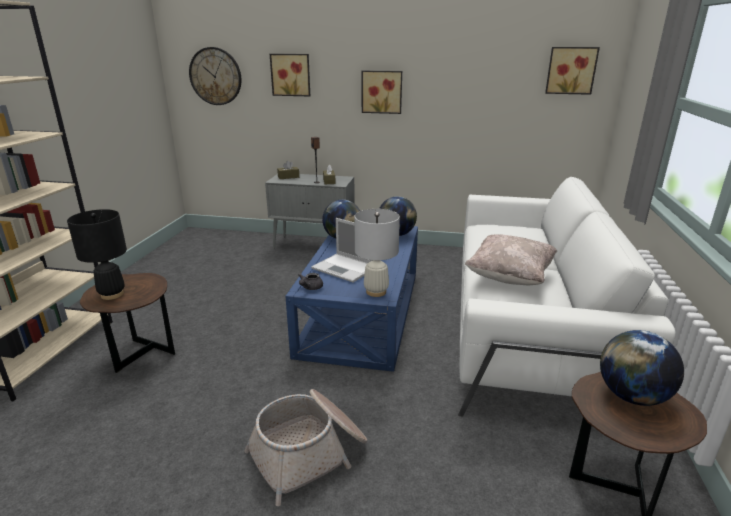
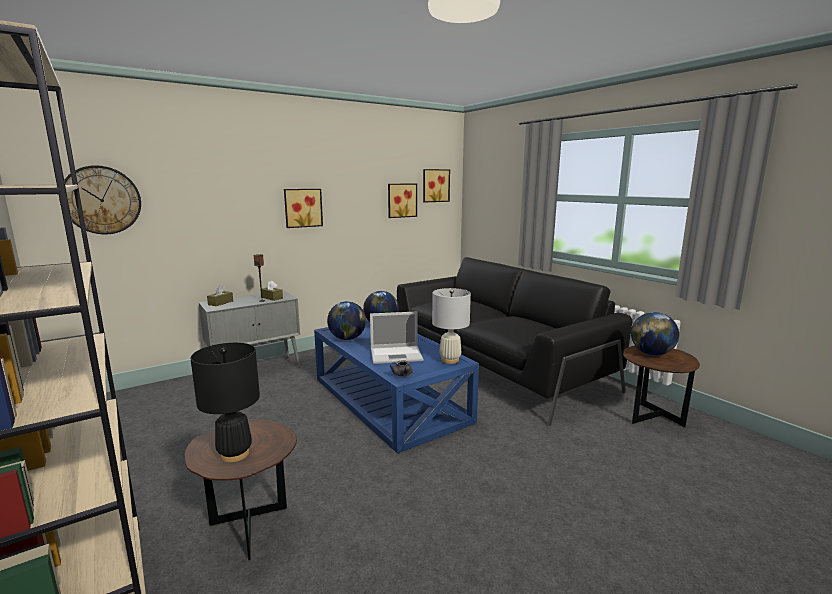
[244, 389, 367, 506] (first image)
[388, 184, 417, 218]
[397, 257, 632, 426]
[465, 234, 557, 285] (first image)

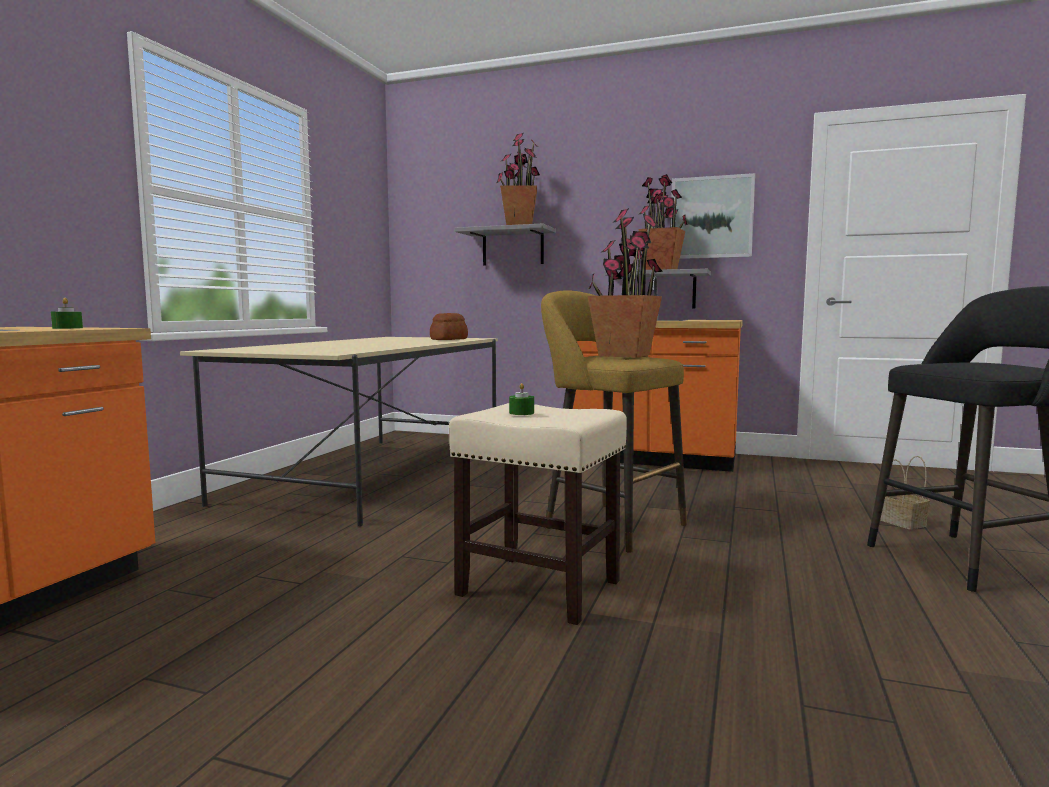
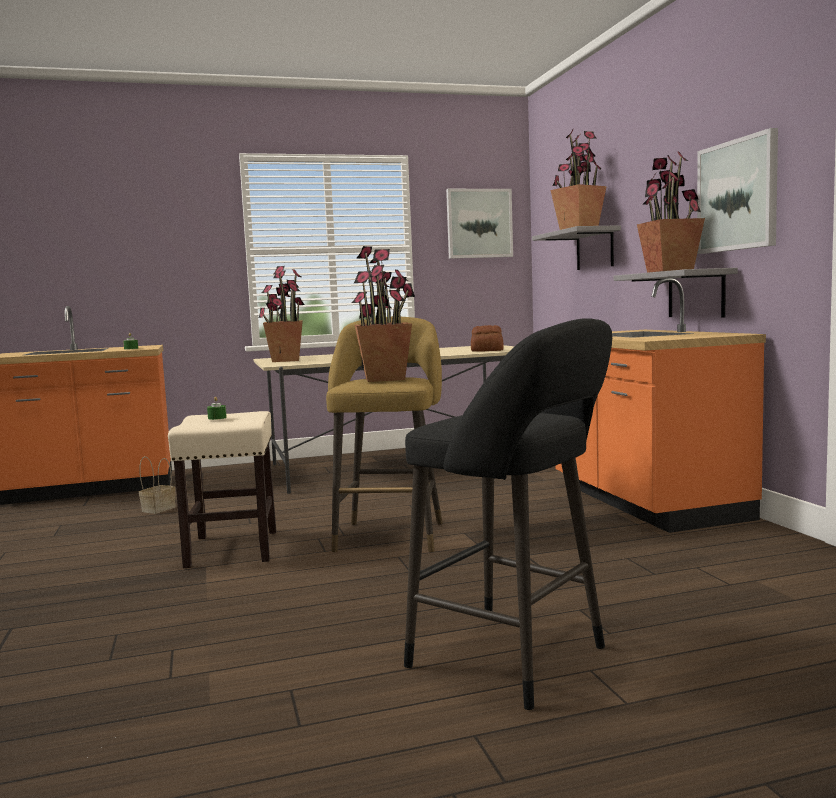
[139, 456, 175, 514]
[259, 266, 305, 362]
[446, 189, 513, 259]

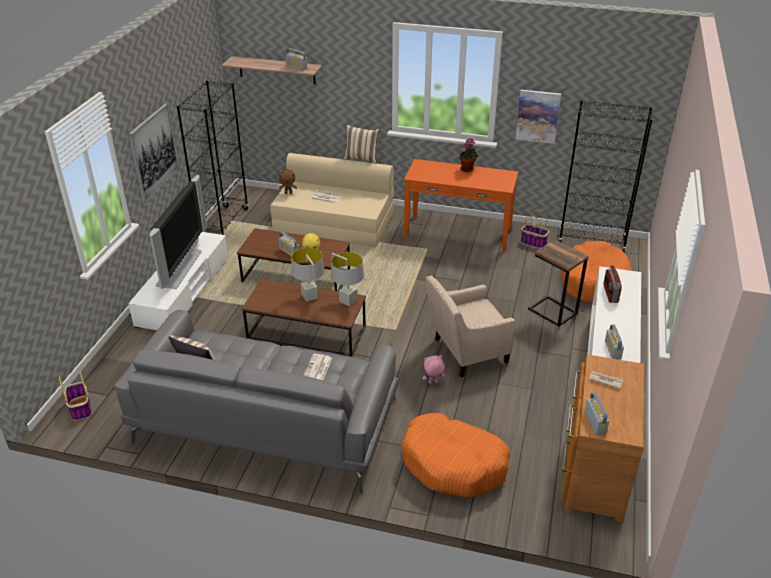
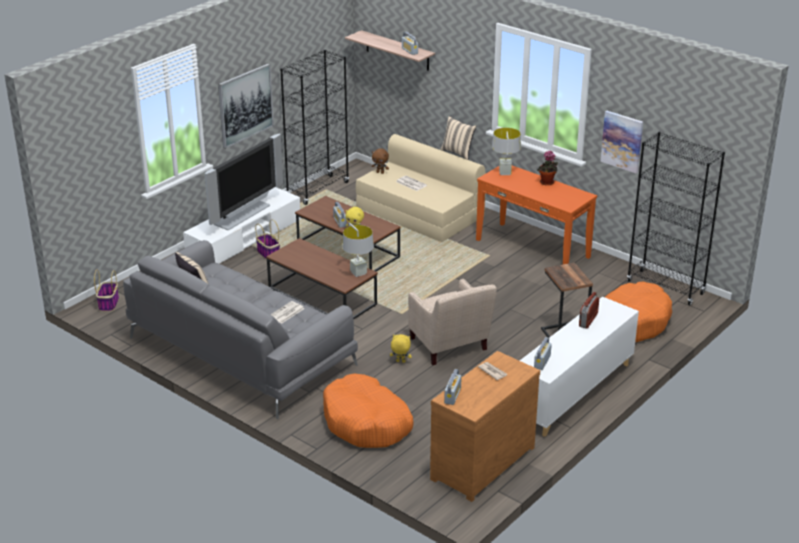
[492, 128, 521, 175]
[390, 334, 412, 363]
[408, 279, 497, 365]
[255, 219, 280, 260]

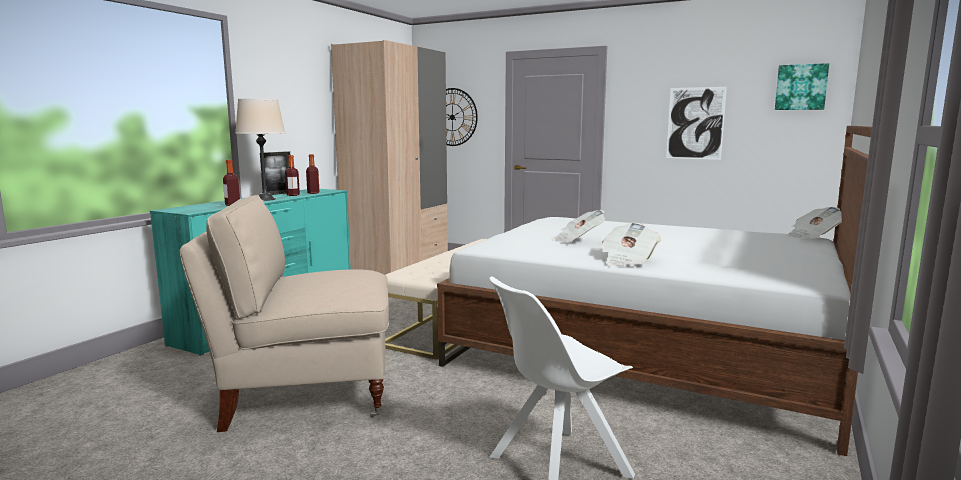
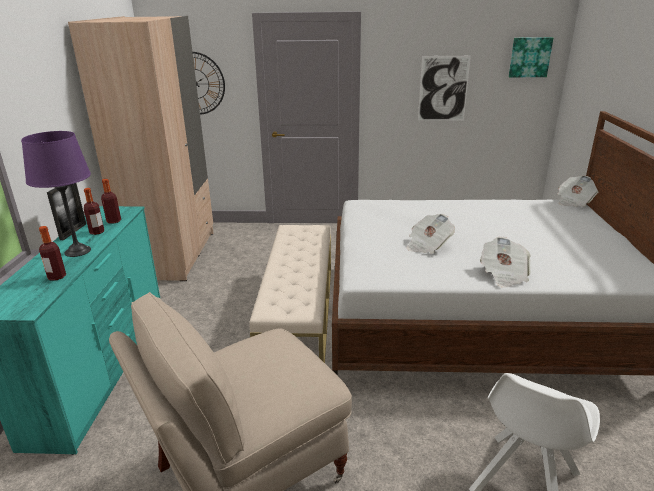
[21, 131, 91, 257]

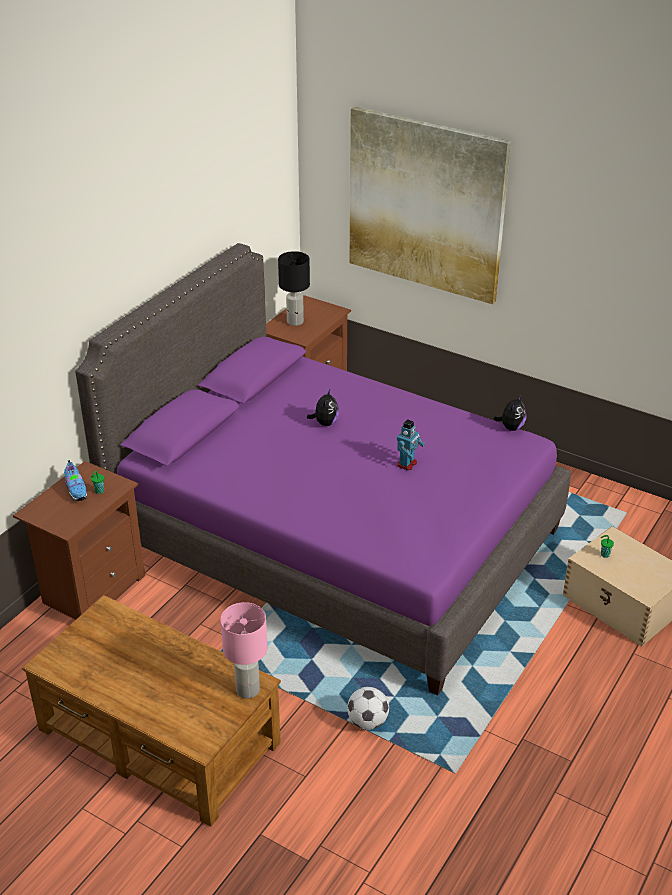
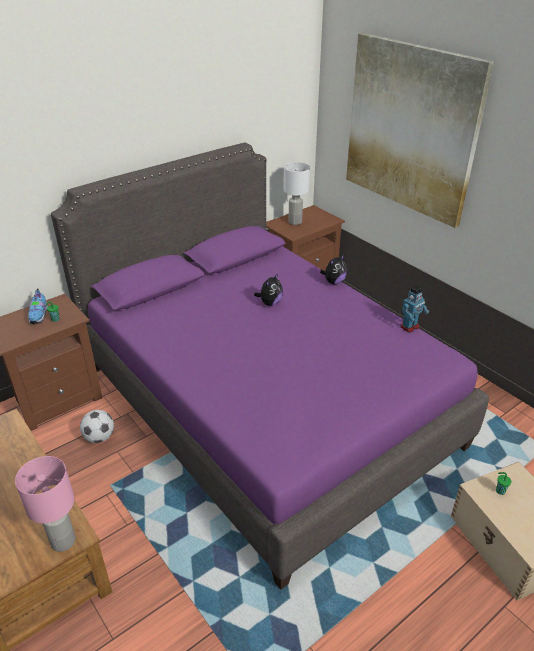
[283, 162, 310, 225]
[80, 410, 114, 443]
[400, 286, 429, 333]
[320, 255, 347, 284]

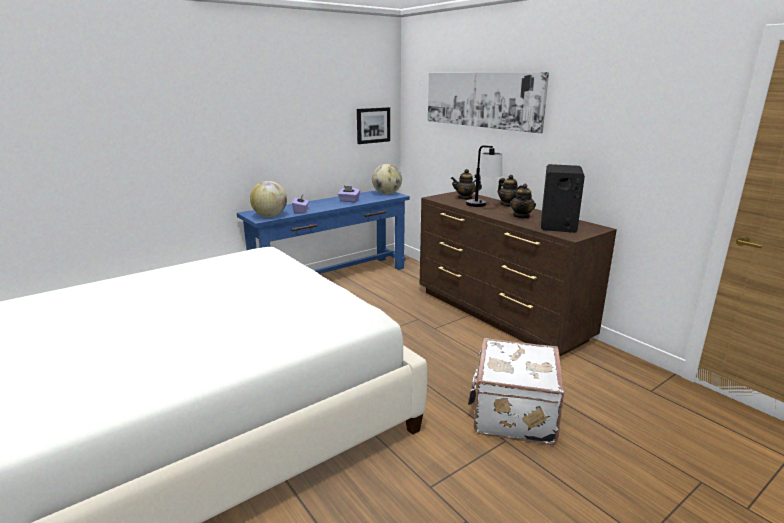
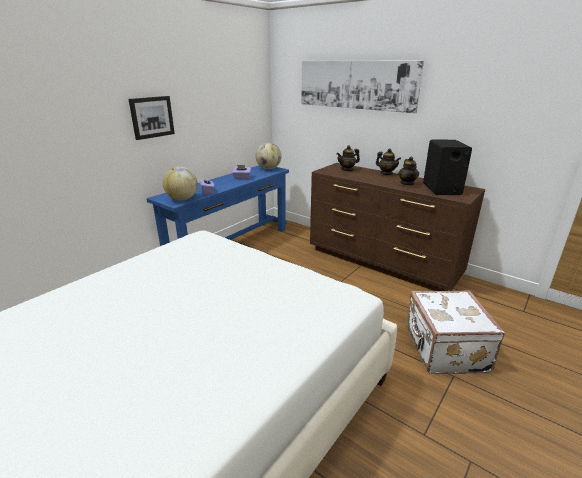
[128, 96, 175, 140]
[466, 145, 502, 207] (first image)

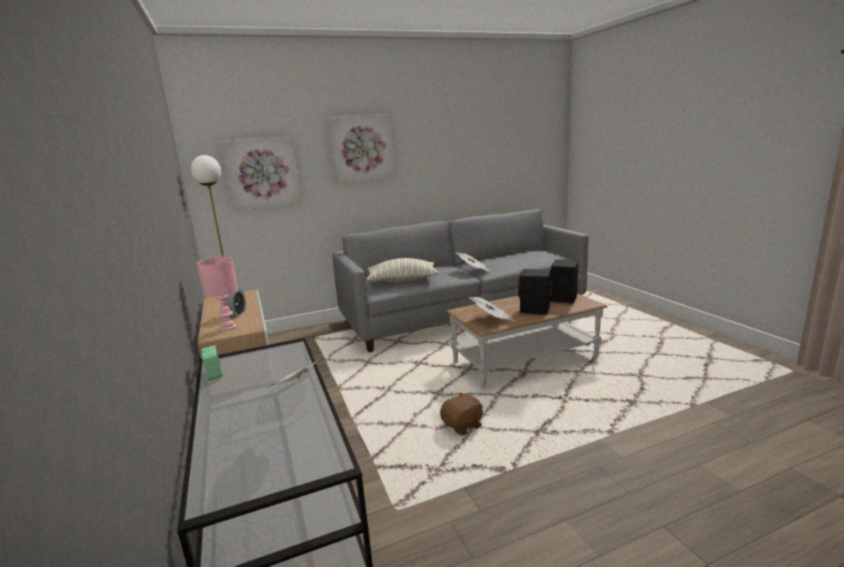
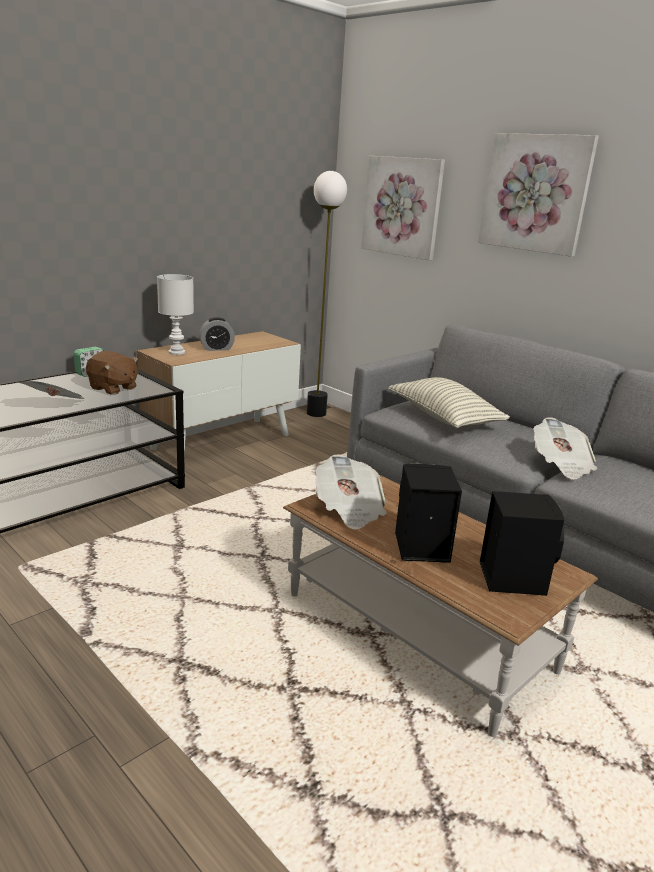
[157, 274, 194, 355]
[86, 351, 138, 395]

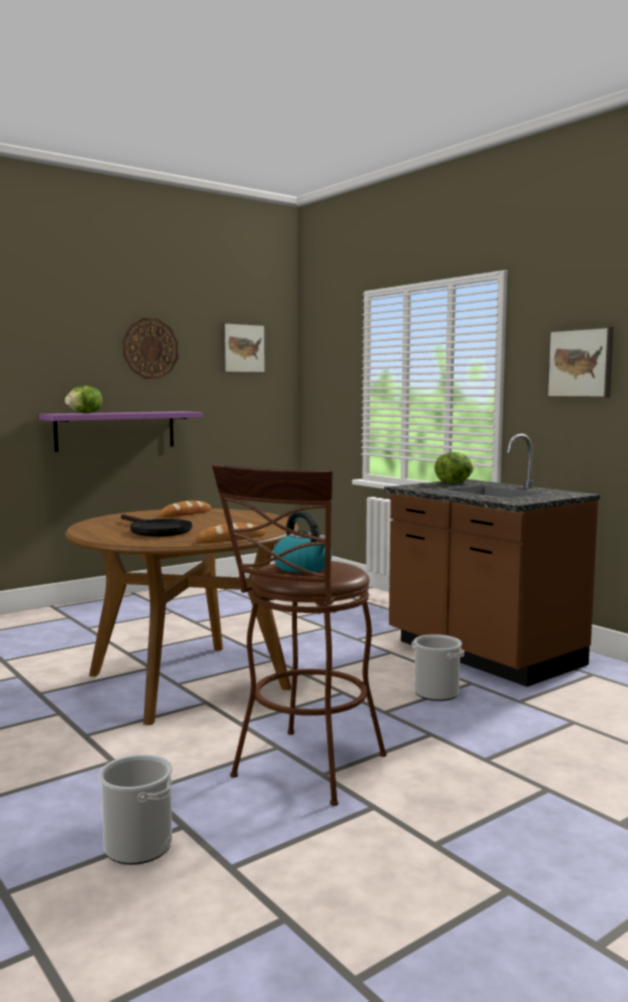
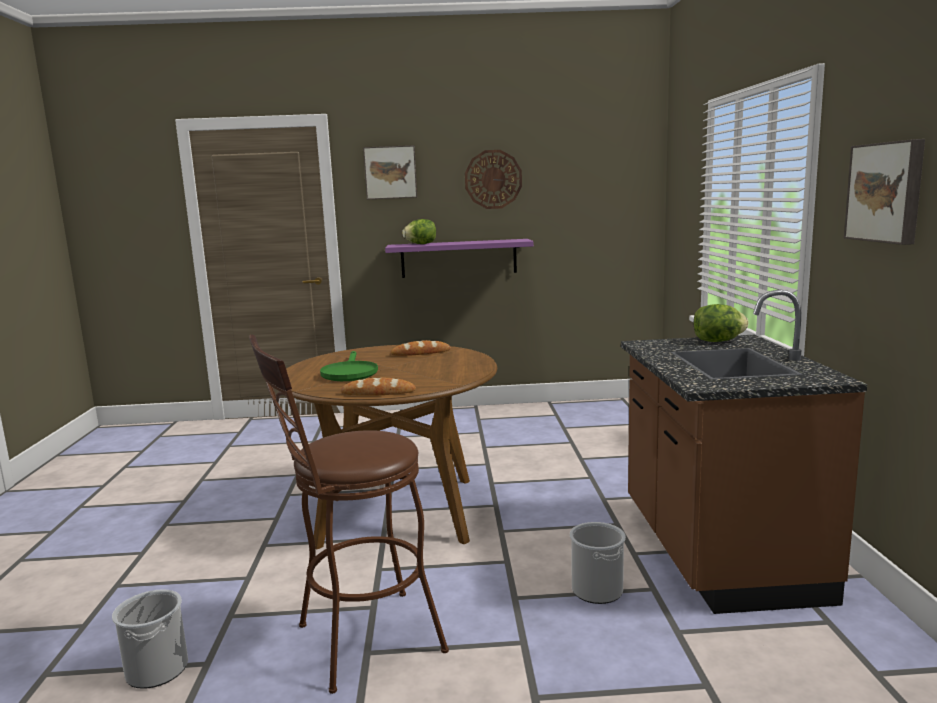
[320, 351, 378, 381]
[363, 145, 417, 200]
[273, 511, 332, 573] (first image)

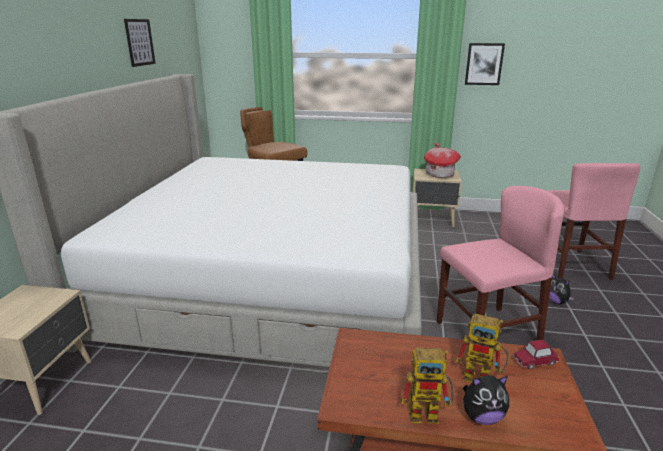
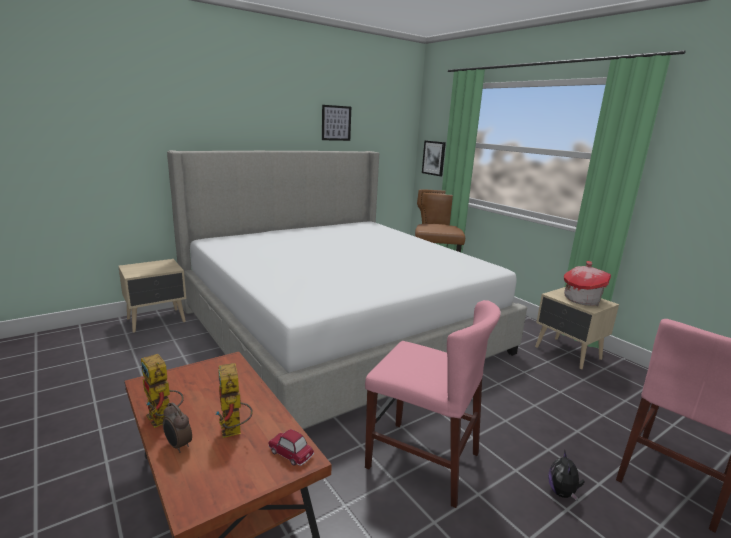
[163, 402, 192, 453]
[422, 141, 446, 176]

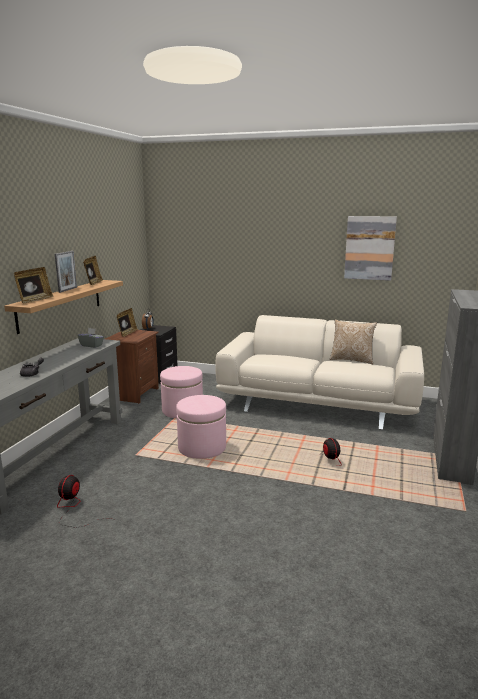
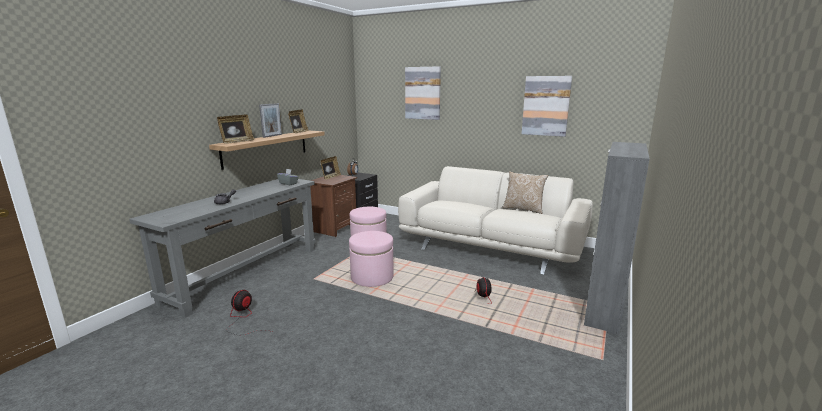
[405, 66, 441, 120]

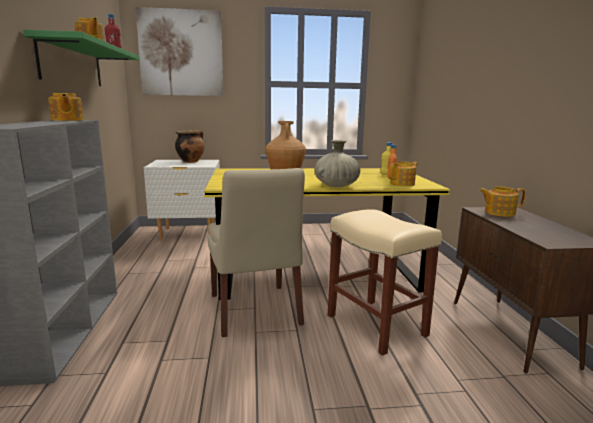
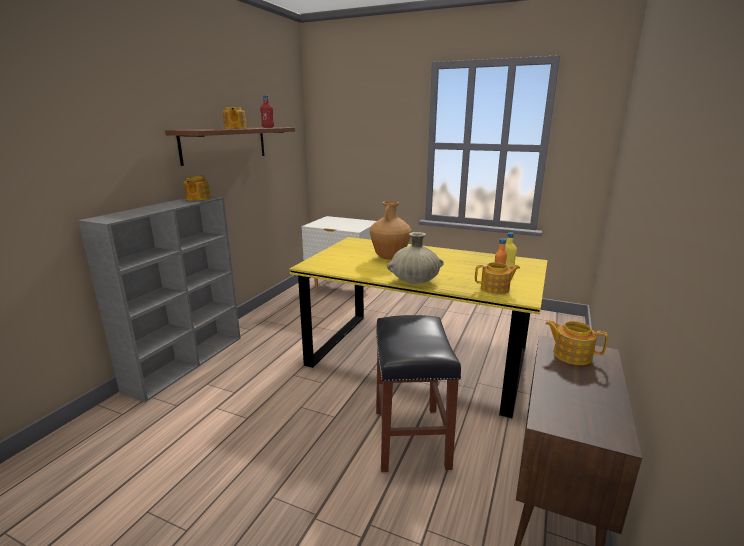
[165, 127, 295, 166]
[136, 7, 224, 96] (first image)
[175, 130, 205, 163] (first image)
[207, 168, 305, 337] (first image)
[376, 315, 461, 472]

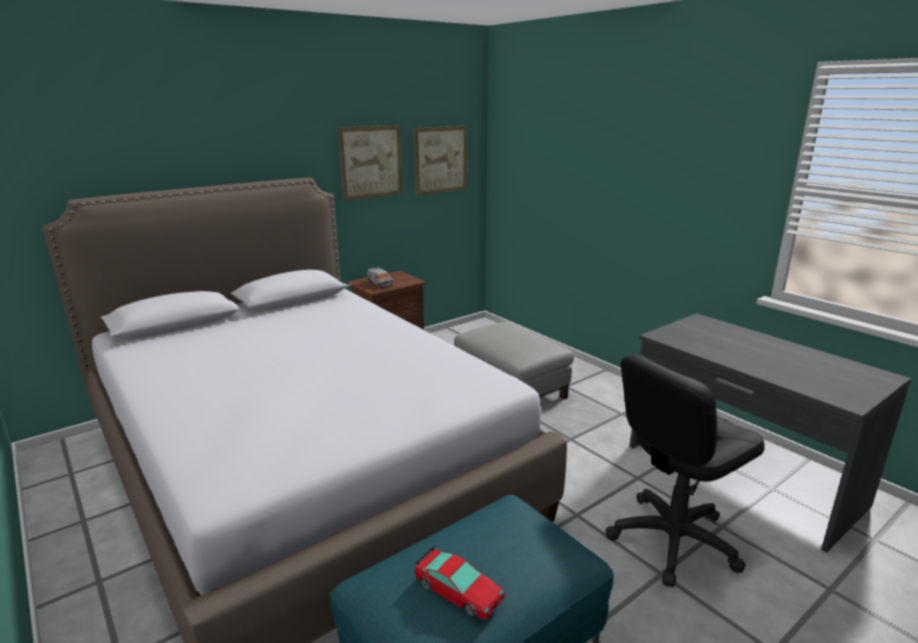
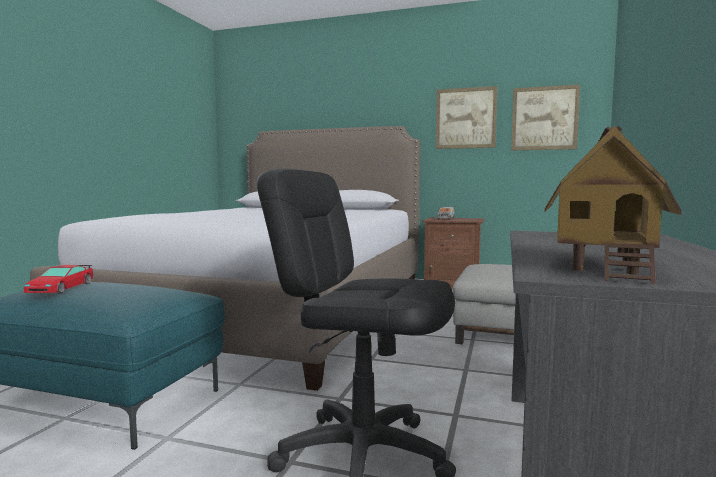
[545, 125, 681, 284]

